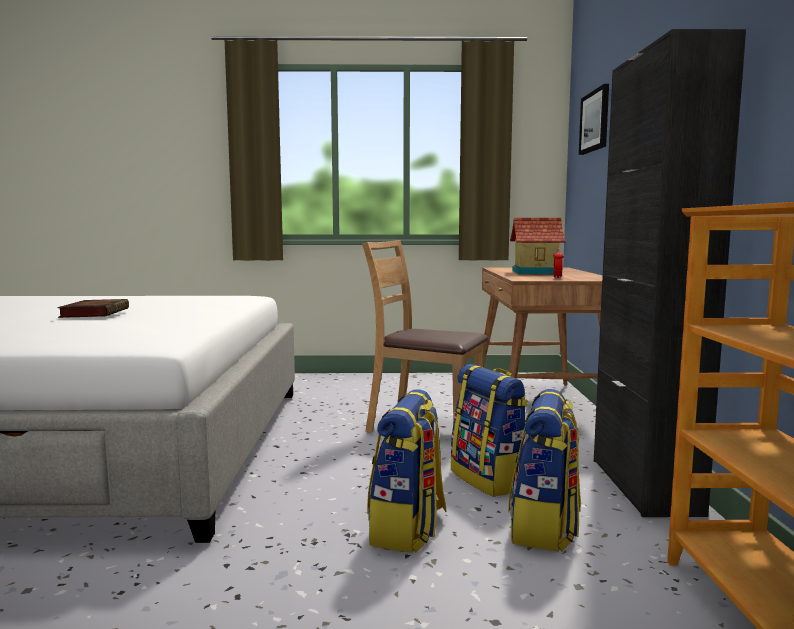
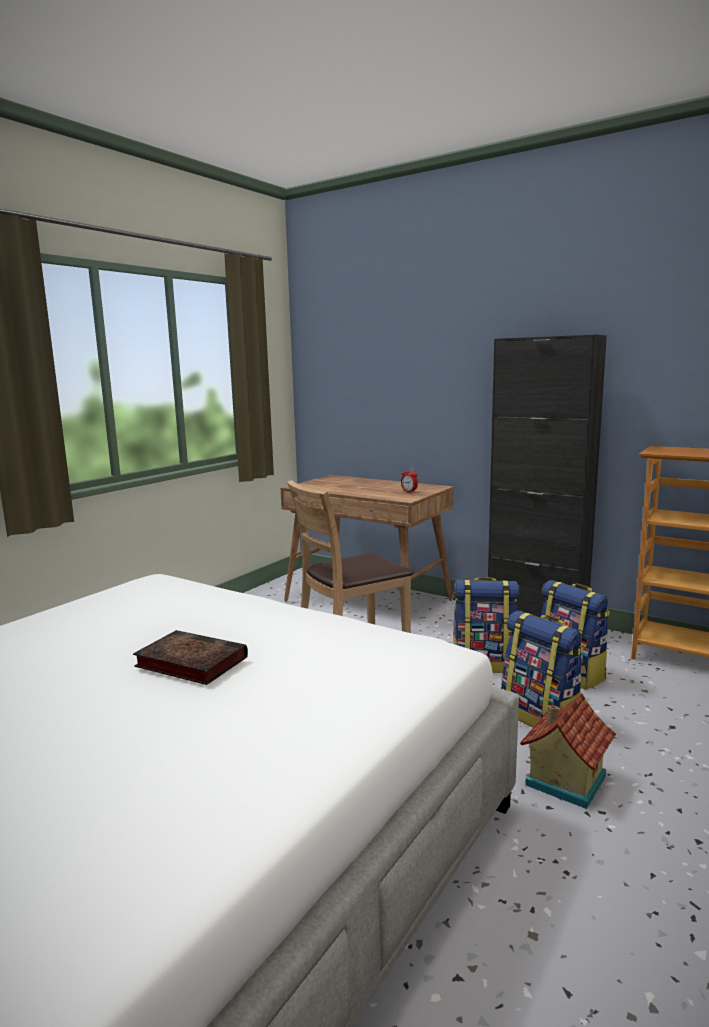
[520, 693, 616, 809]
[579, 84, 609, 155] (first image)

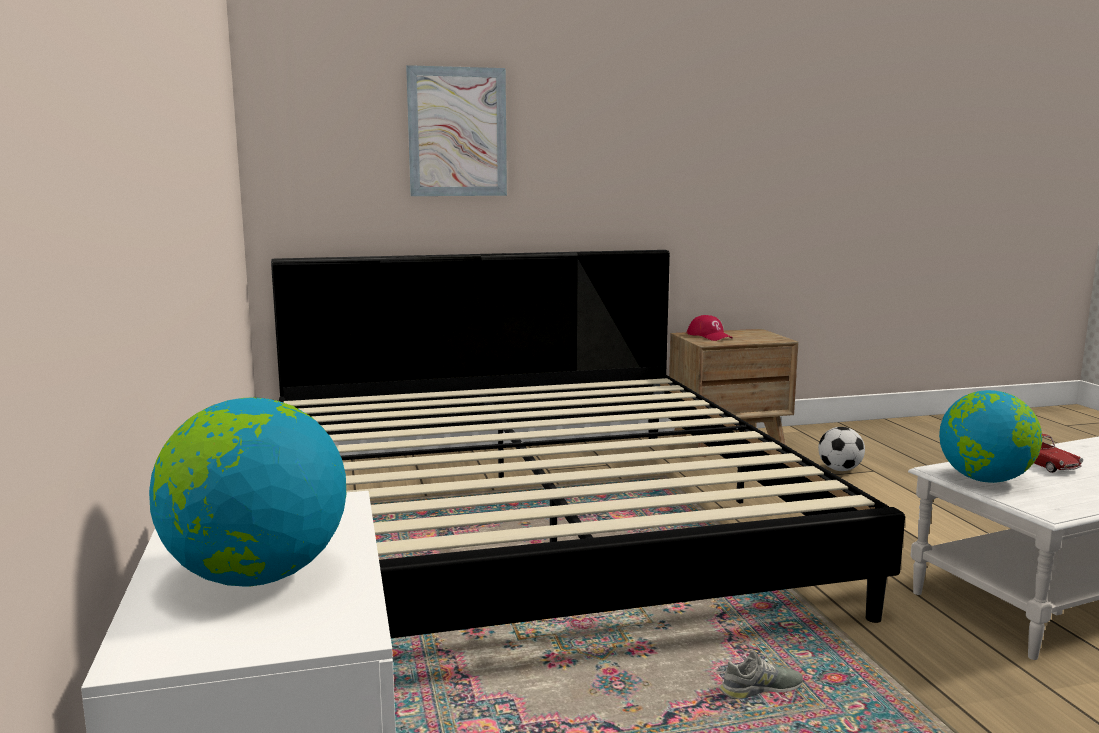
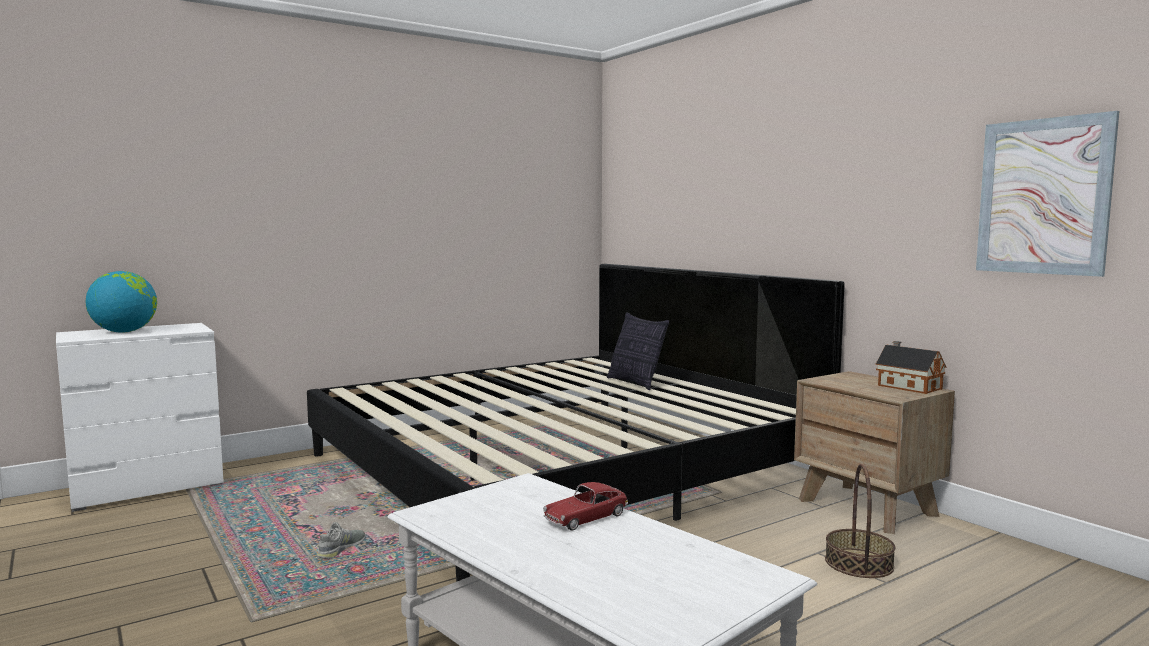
[976, 111, 1119, 277]
[687, 315, 733, 341] (first image)
[316, 522, 365, 559]
[825, 464, 895, 578]
[939, 390, 1042, 483] (first image)
[607, 312, 669, 390]
[876, 341, 946, 394]

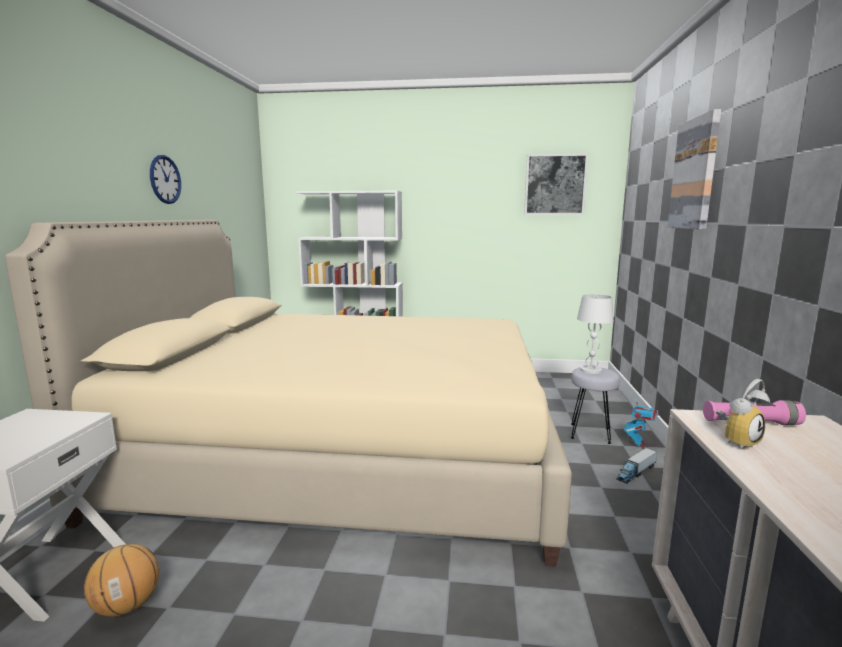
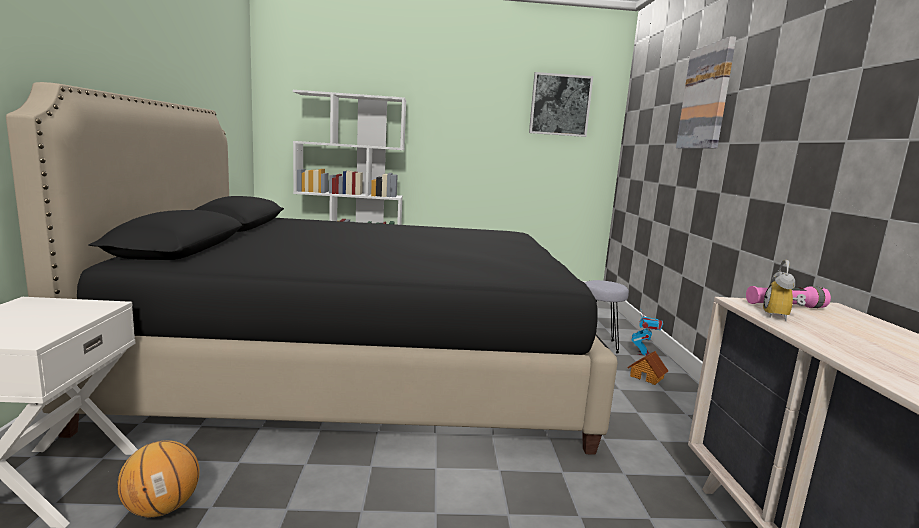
[6, 82, 618, 455]
[150, 155, 181, 204] (first image)
[577, 294, 614, 374] (first image)
[627, 351, 668, 385]
[763, 260, 806, 321]

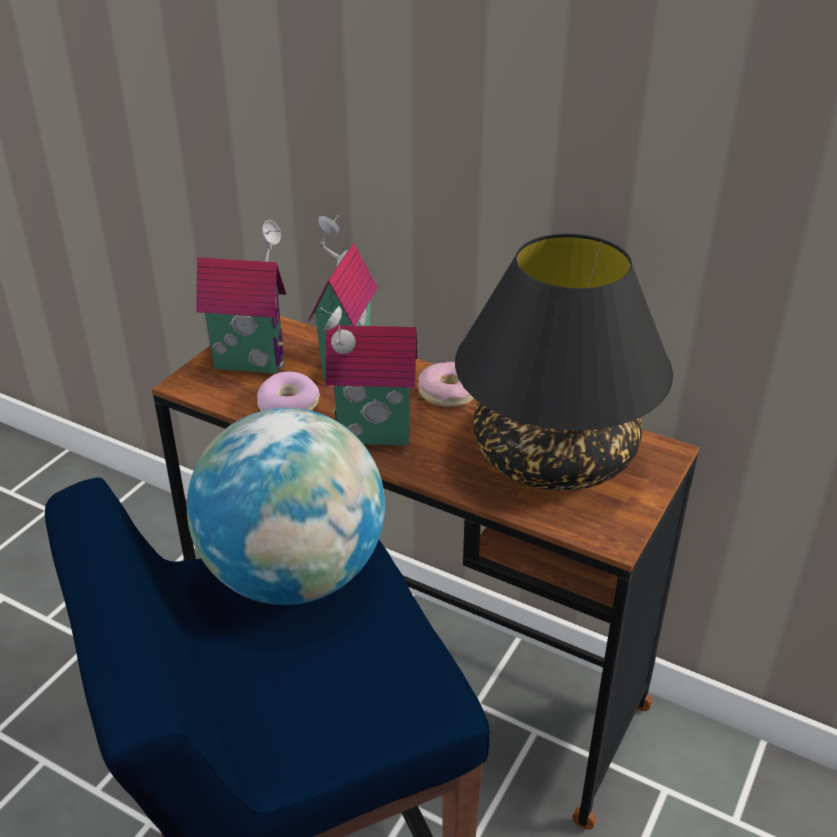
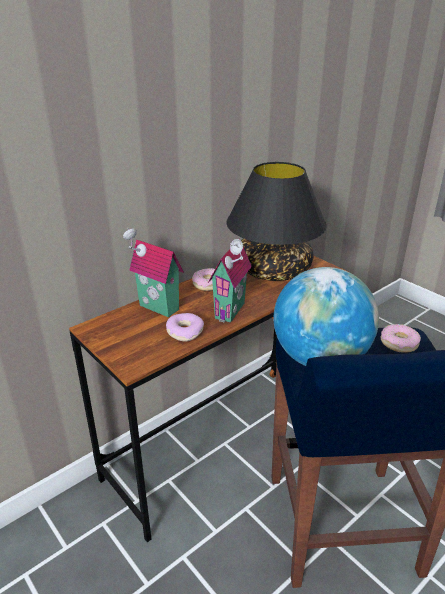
[196, 220, 286, 374] (first image)
[381, 324, 421, 353]

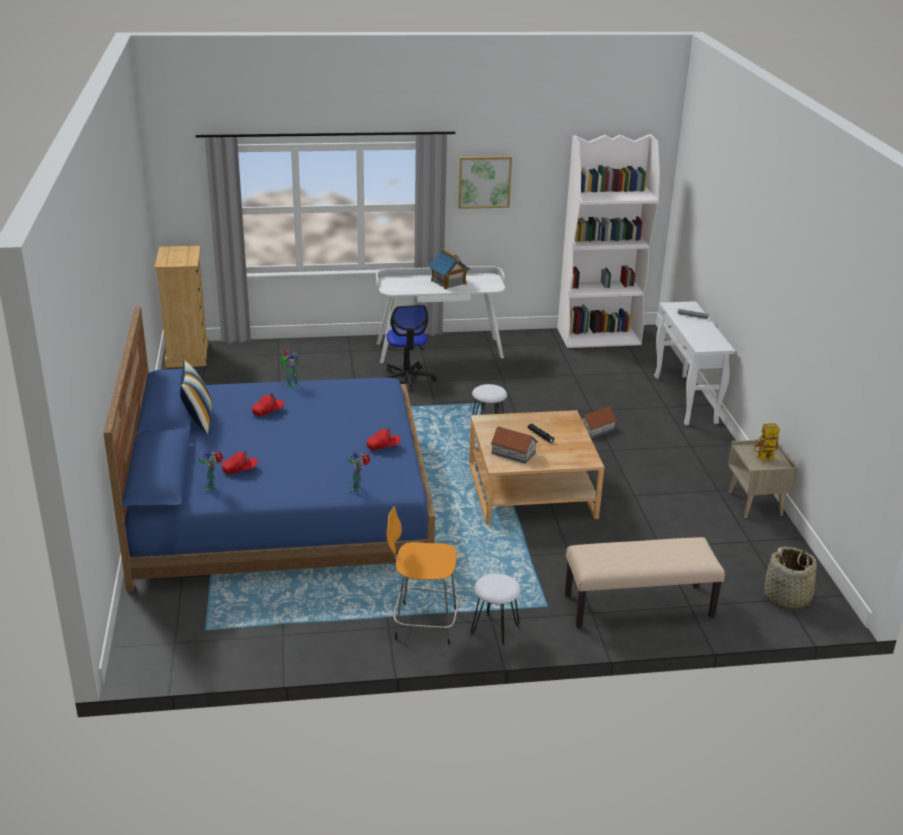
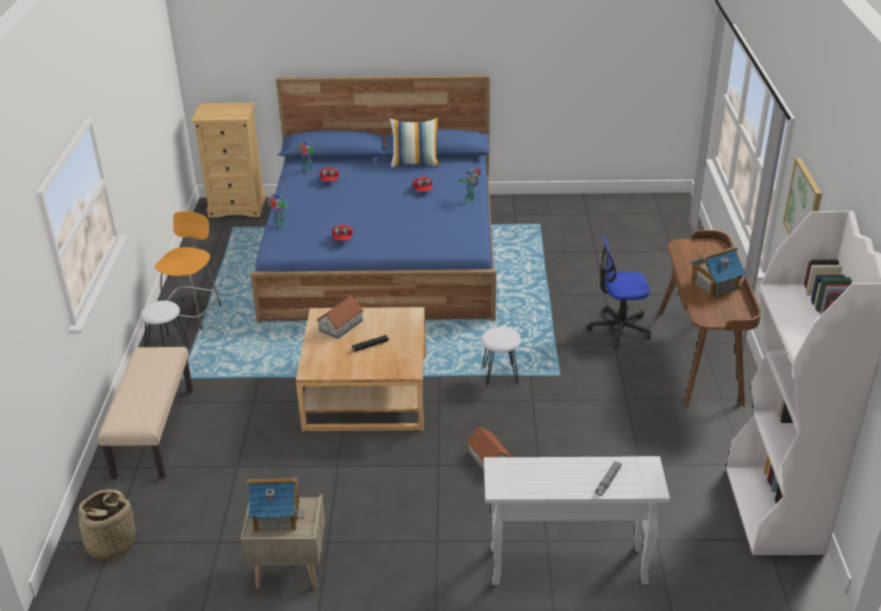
[191, 103, 266, 217]
[658, 230, 761, 407]
[247, 477, 304, 532]

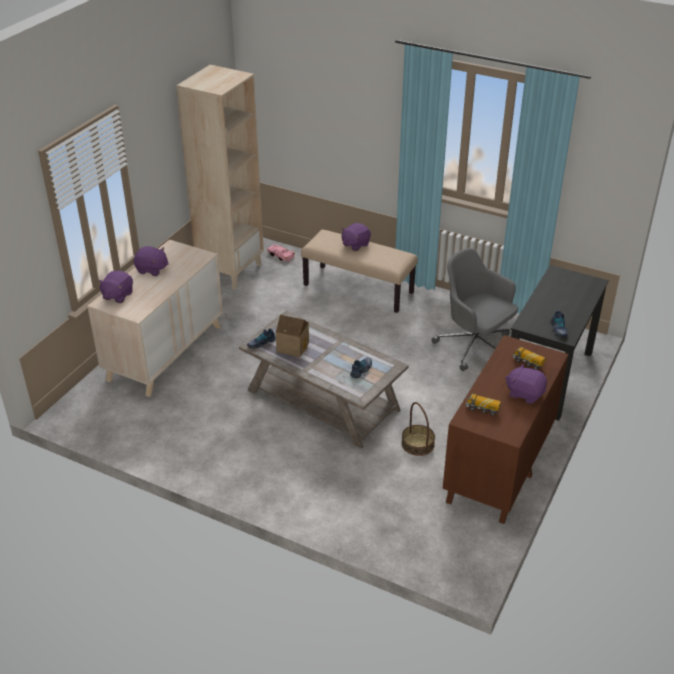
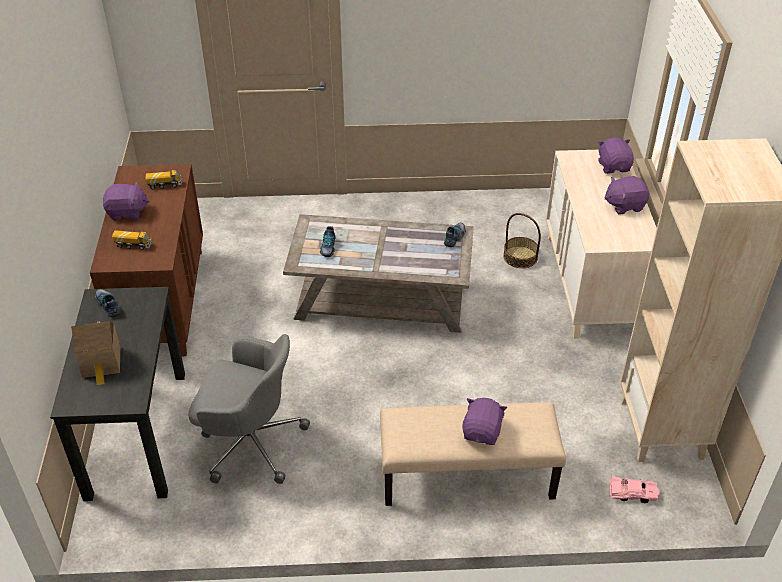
[71, 321, 120, 385]
[503, 213, 541, 268]

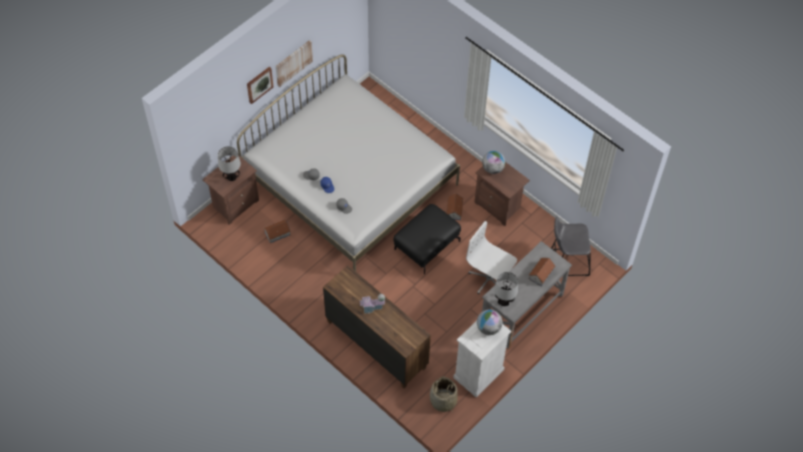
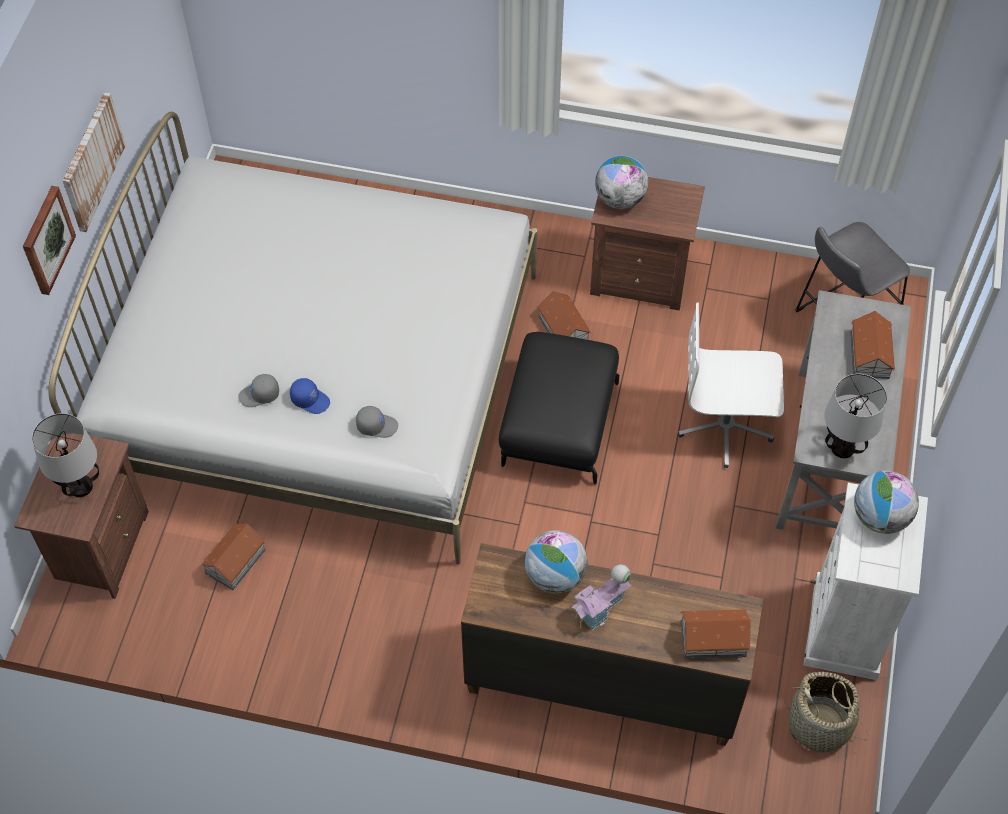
[524, 530, 588, 594]
[680, 609, 751, 658]

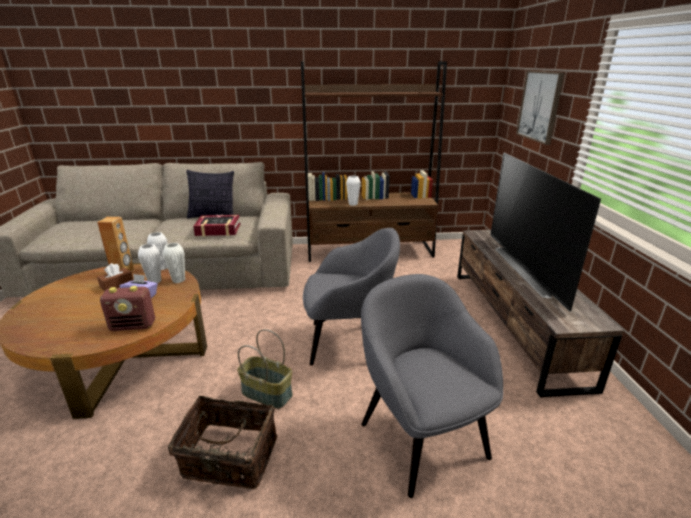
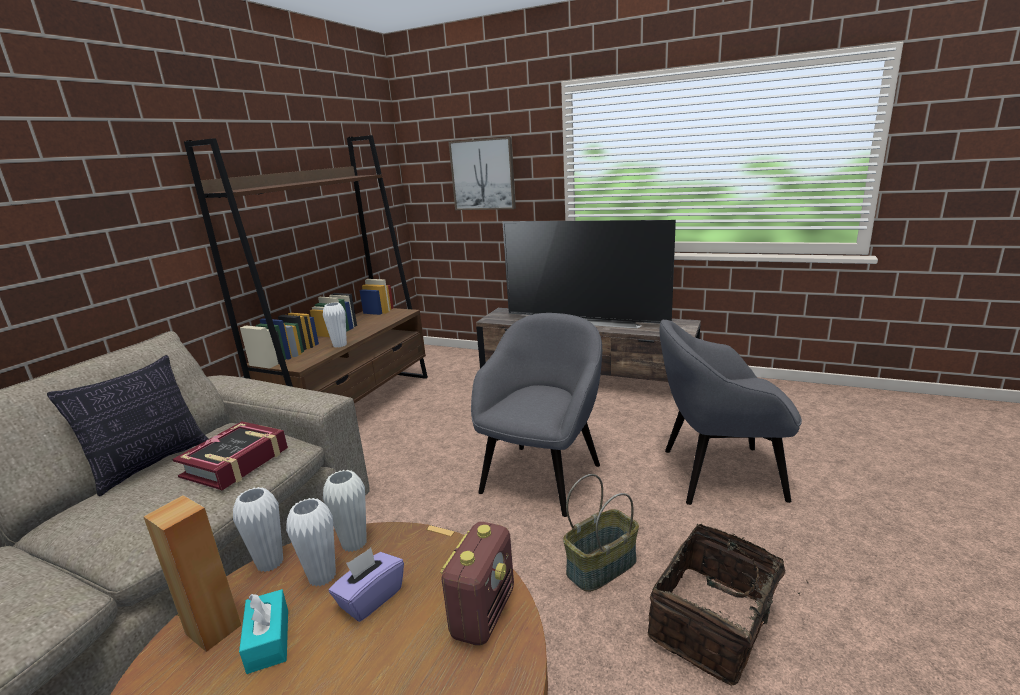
[239, 589, 288, 674]

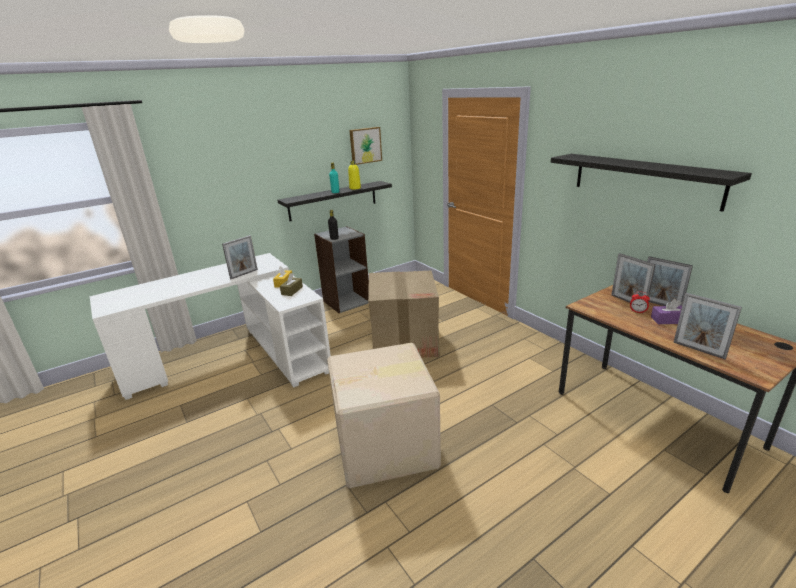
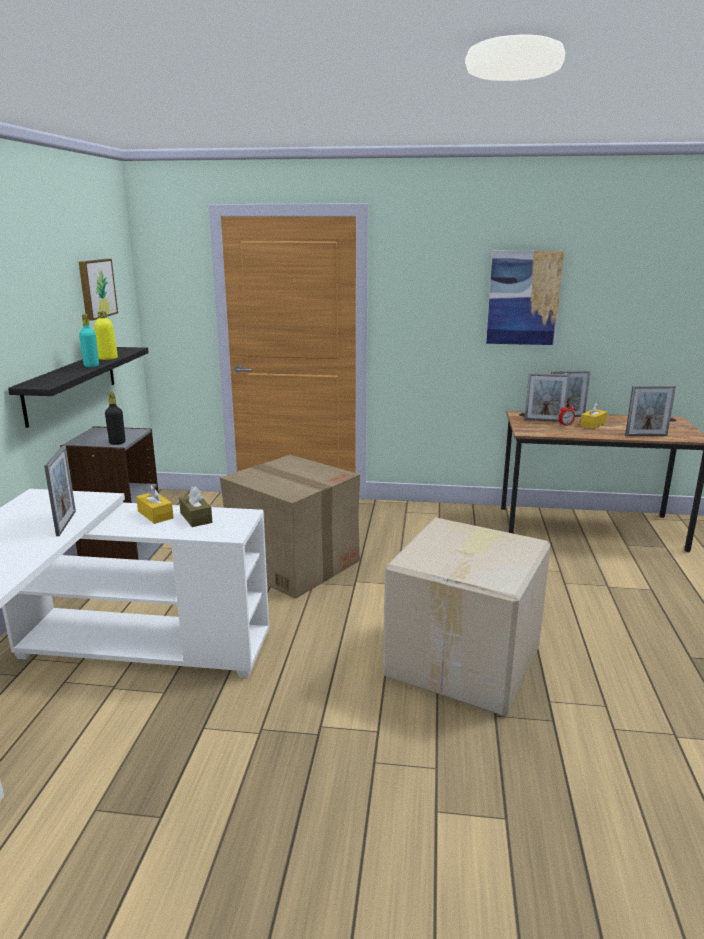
[486, 251, 564, 345]
[580, 402, 607, 429]

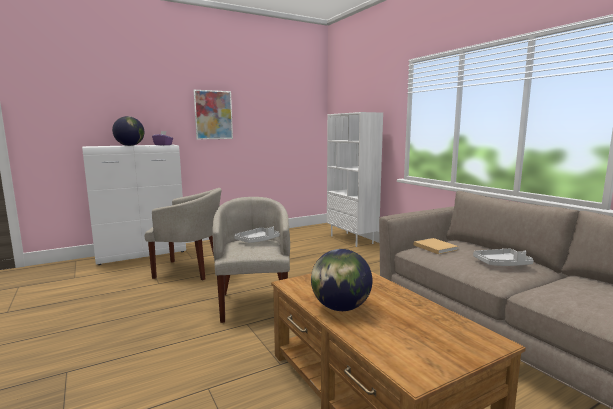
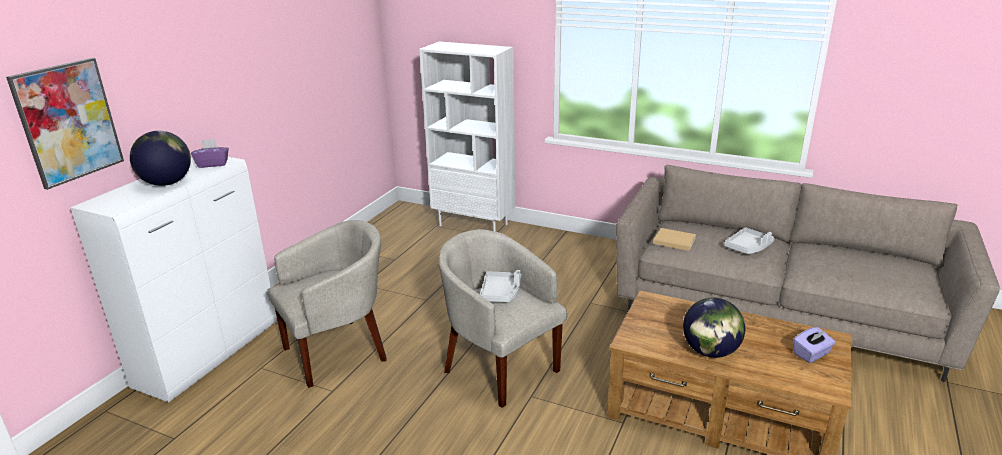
[6, 58, 124, 190]
[793, 327, 836, 363]

